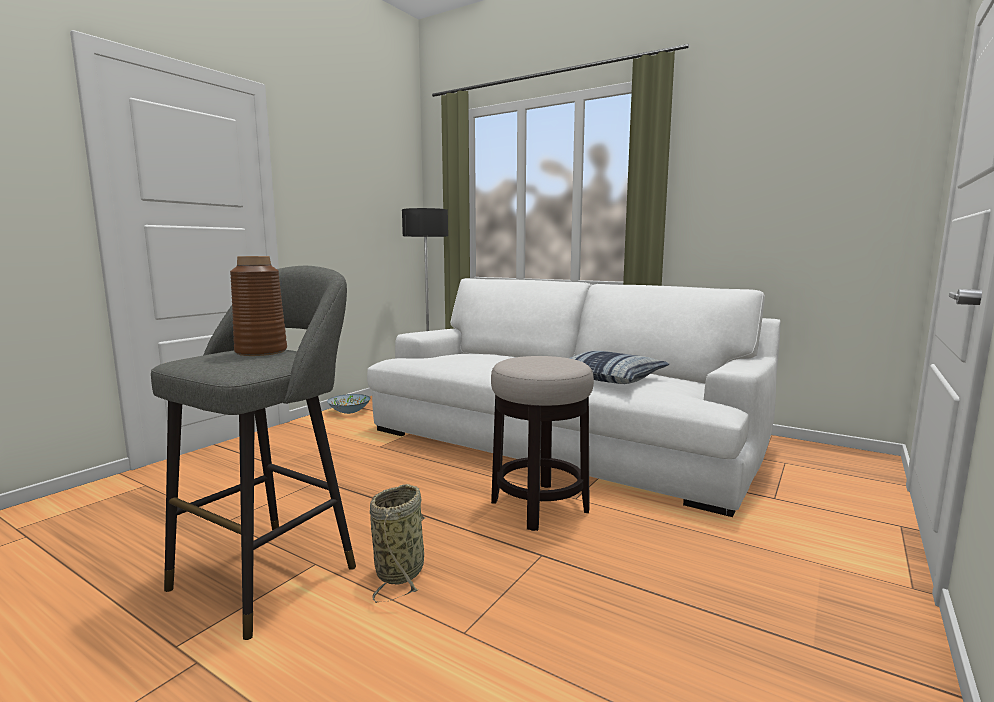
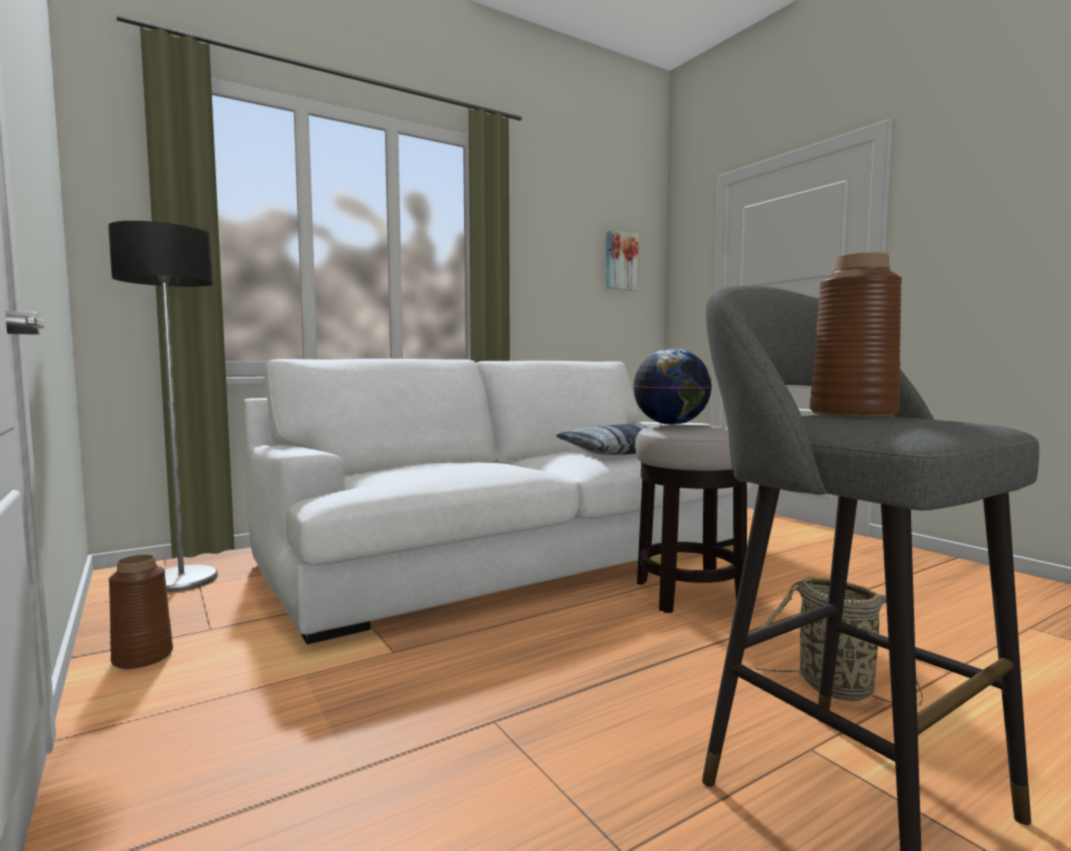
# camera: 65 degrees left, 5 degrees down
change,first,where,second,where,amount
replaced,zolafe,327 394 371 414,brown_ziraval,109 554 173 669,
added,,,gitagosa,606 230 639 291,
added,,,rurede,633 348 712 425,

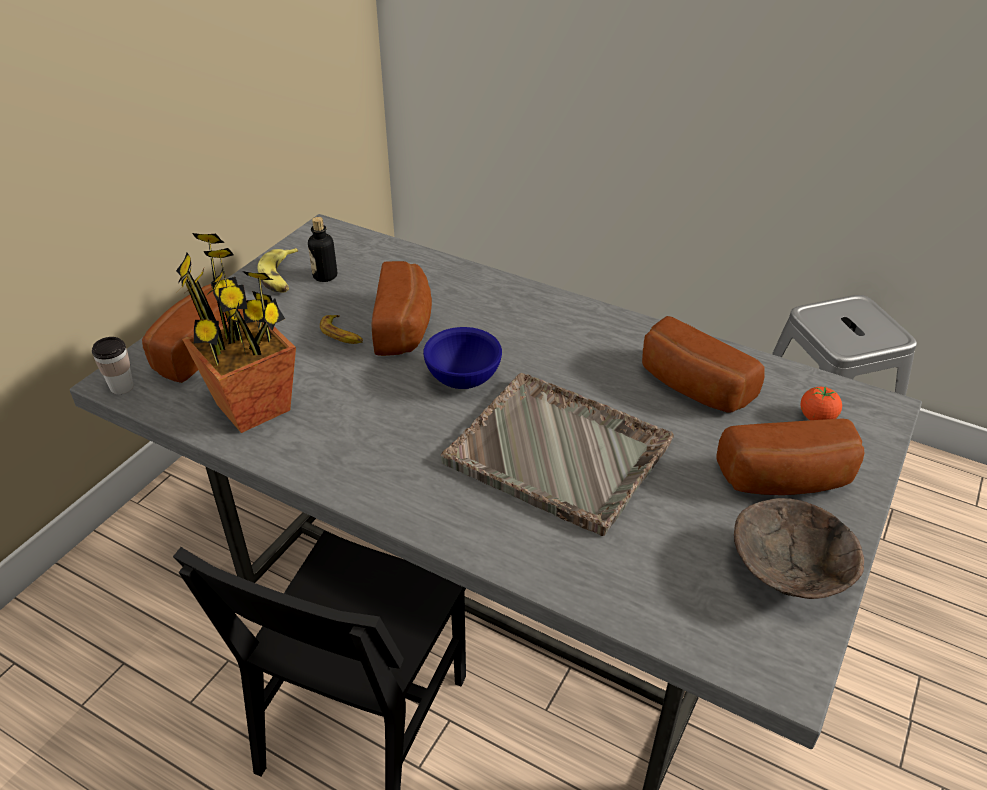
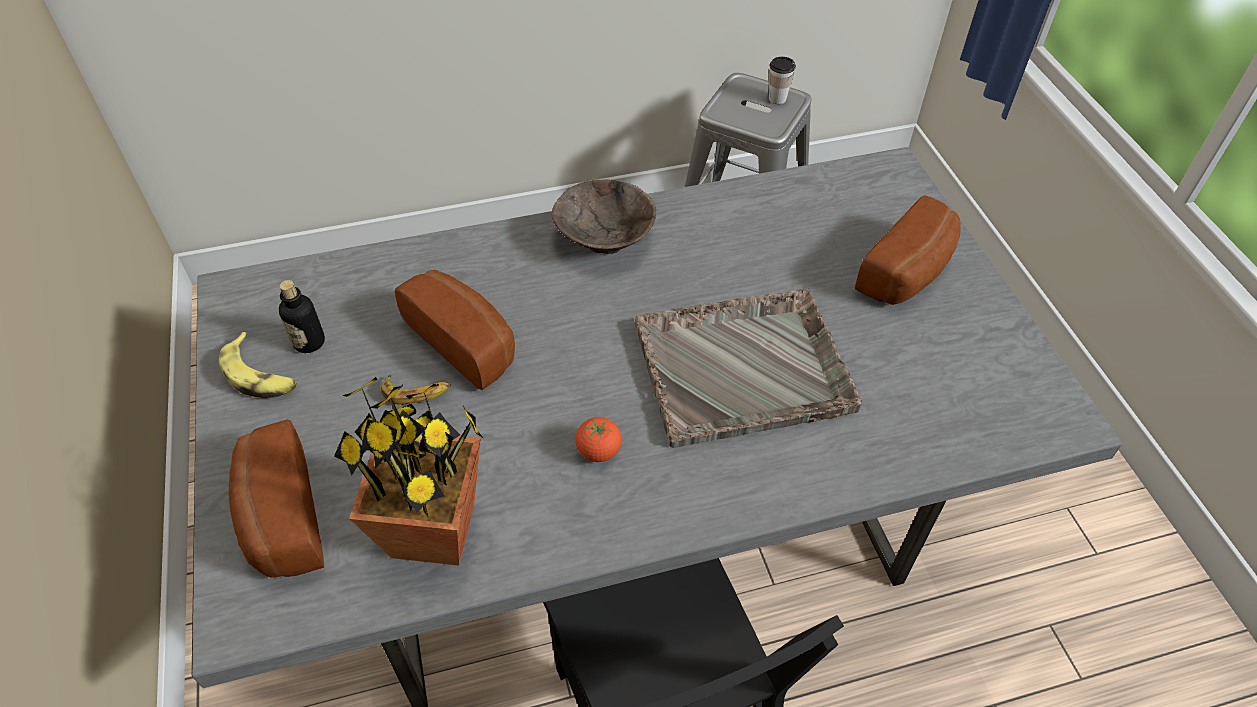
# camera: 45 degrees left, 10 degrees up
change,first,where,second,where,amount
moved,brown_zolafe,734 498 864 599,,552 179 656 254,
moved,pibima,800 387 842 420,,575 417 622 462,
moved,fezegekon,92 337 134 394,,769 57 796 104,
removed,blue_zolafe,423 327 502 389,,,
removed,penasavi,642 316 765 413,,,

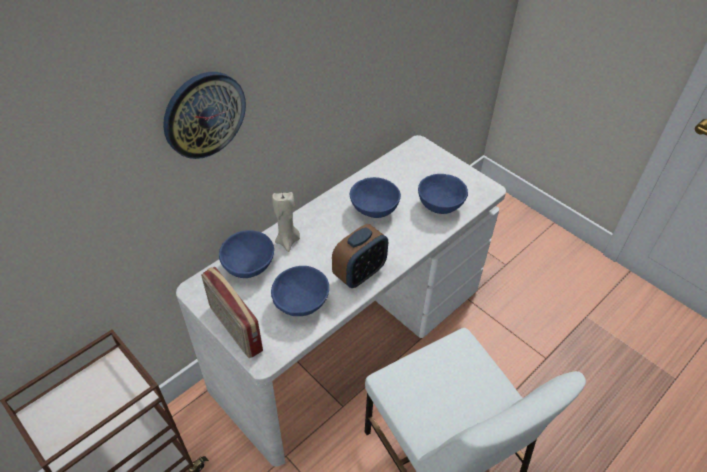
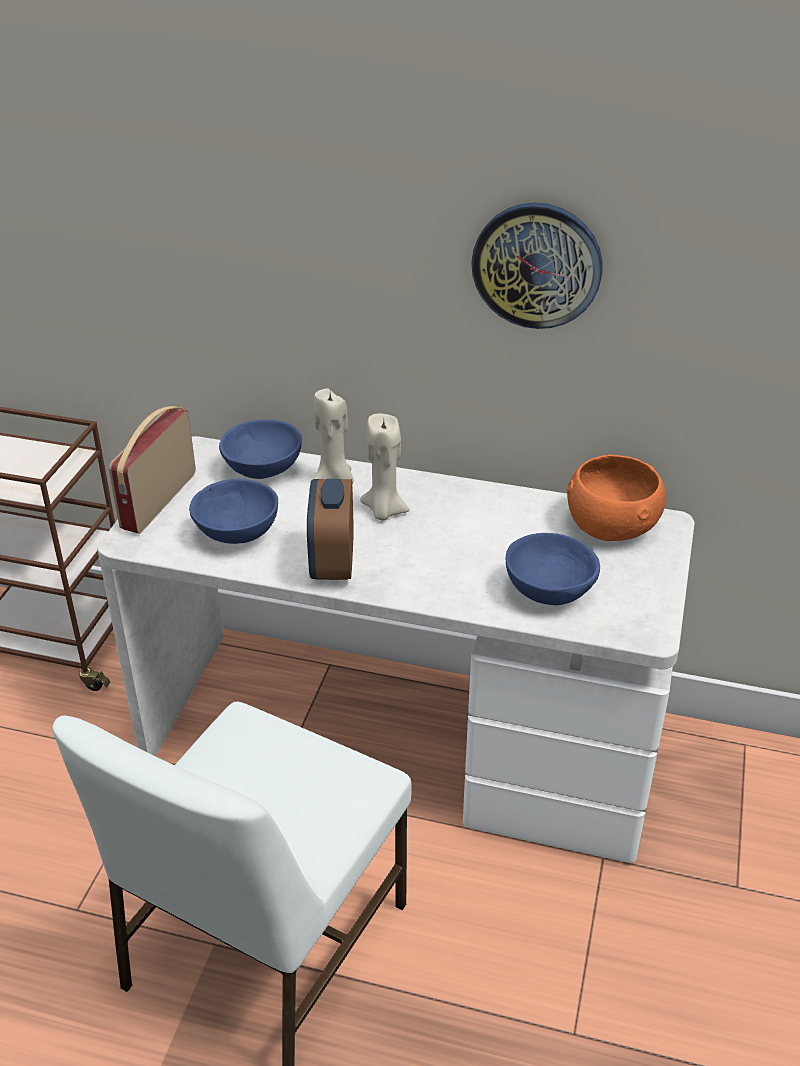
# camera: 60 degrees right, 10 degrees down
change,first,where,second,where,amount
turned,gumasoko,332 224 388 288,,307 479 353 580,75 degrees clockwise
added,,,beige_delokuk,360 413 410 521,
moved,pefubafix,163 72 246 159,,471 202 603 329,
added,,,orange_zolafe,567 455 666 541,
removed,blue_zolafe,349 177 401 218,,,

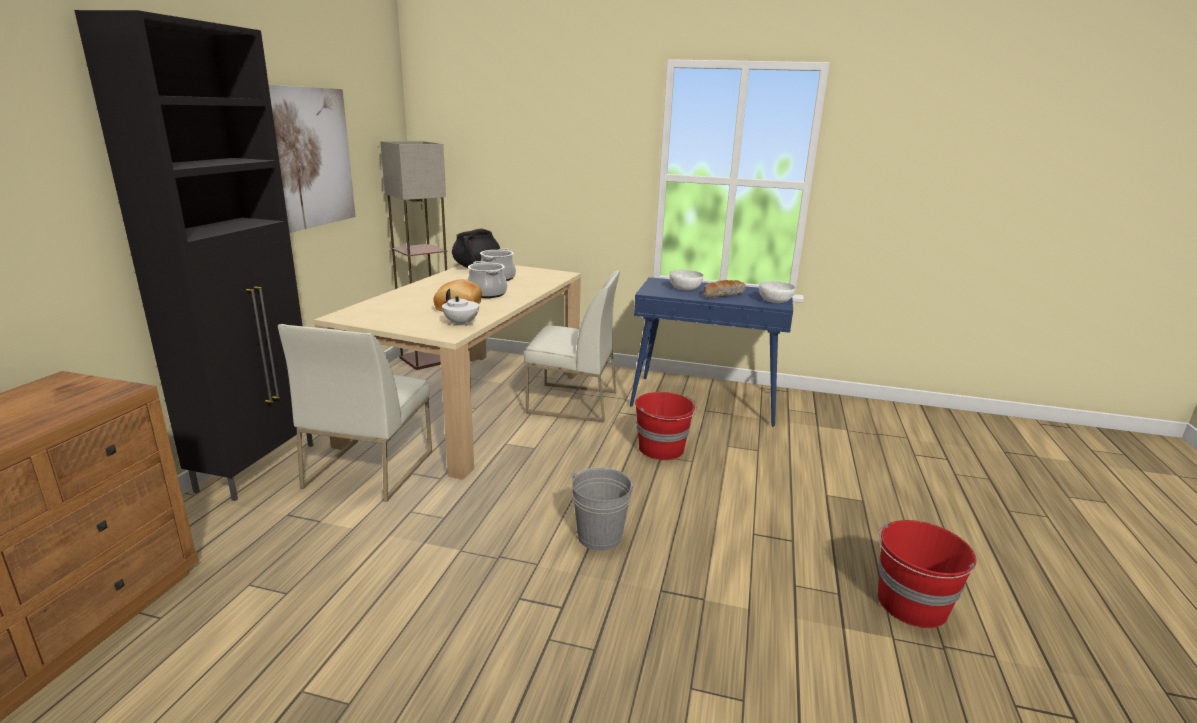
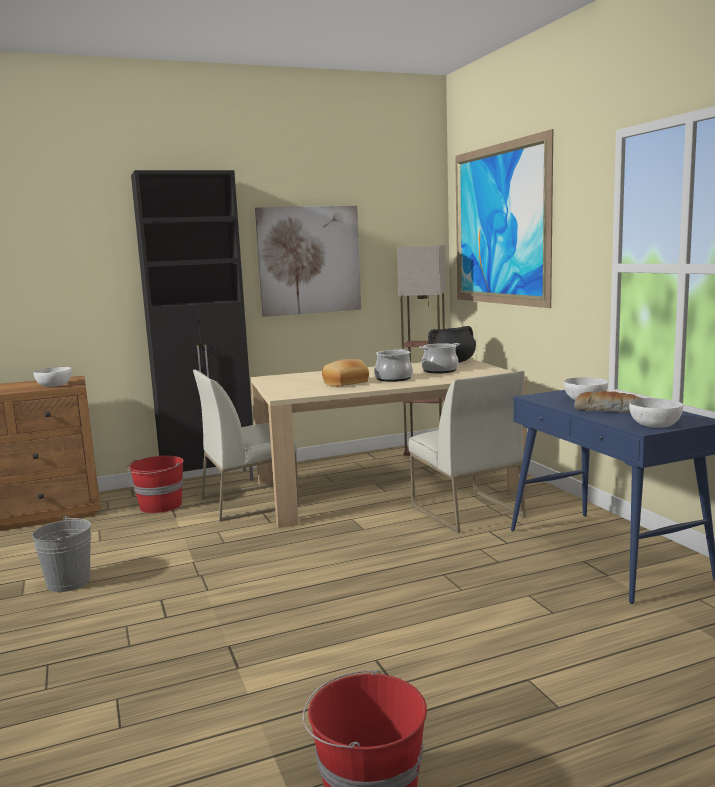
# camera: 55 degrees right, 10 degrees down
change,first,where,second,where,amount
moved,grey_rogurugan,571 467 636 551,,32 516 91 592,
added,,,white_zolafe,33 367 72 387,
moved,red_rogurugan,635 392 698 460,,127 456 184 513,
added,,,gitagosa,455 129 553 308,
removed,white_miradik,442 289 479 326,,,

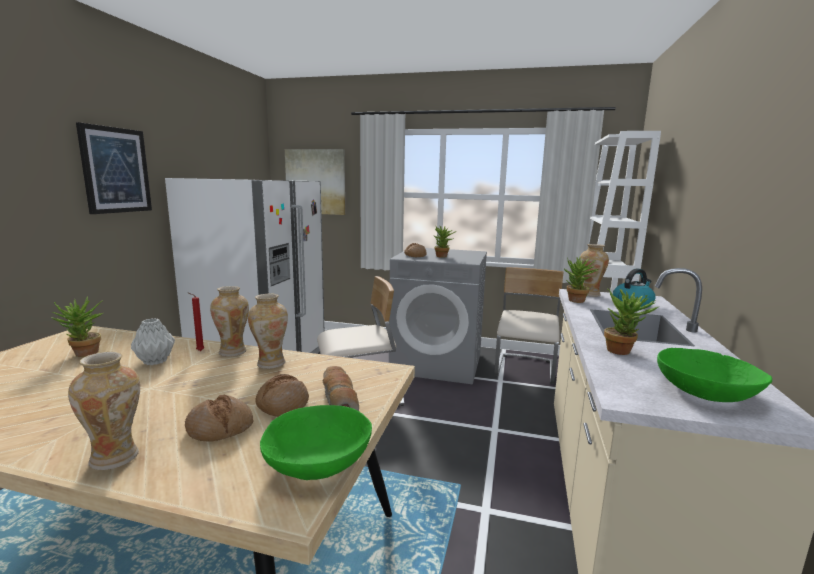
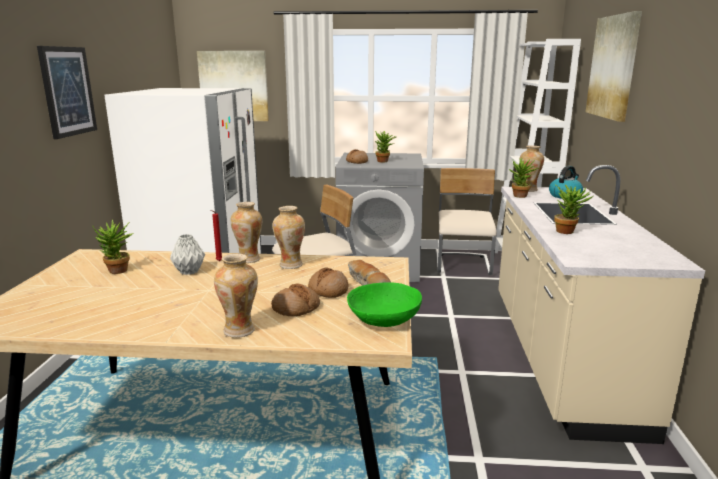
# camera: 10 degrees left, 5 degrees up
change,first,where,second,where,amount
added,,,gitagosa,586 11 642 122,
removed,green_zolafe,657 348 772 402,,,

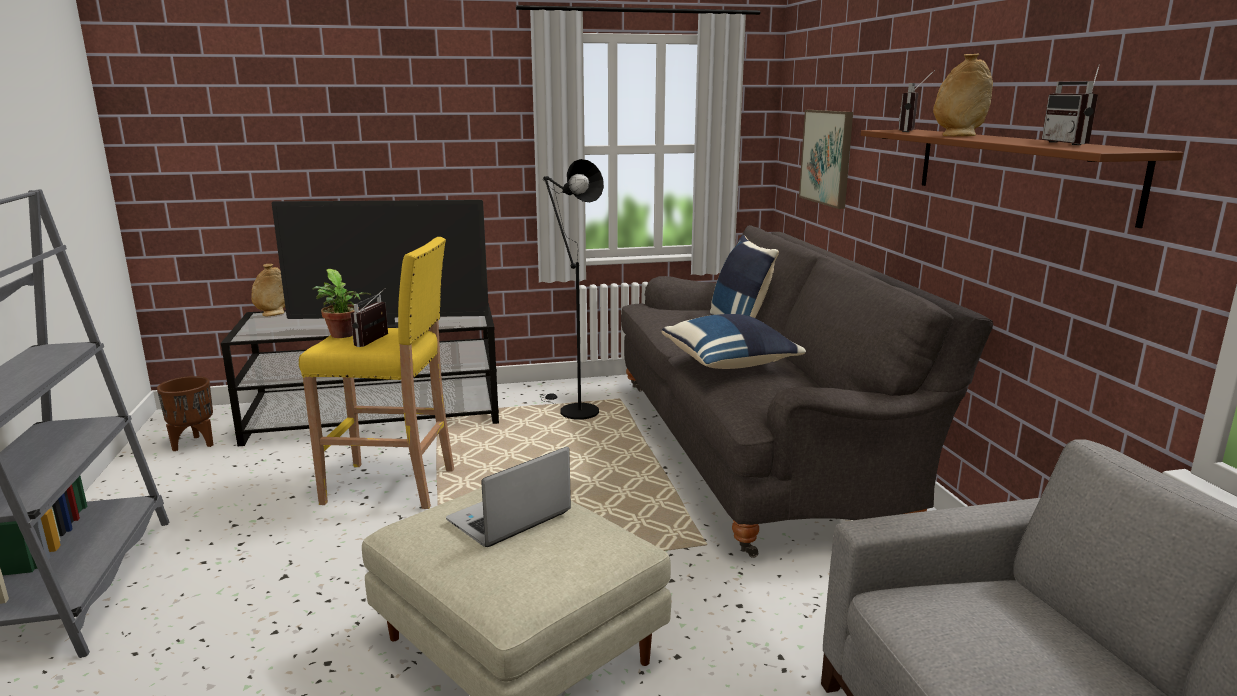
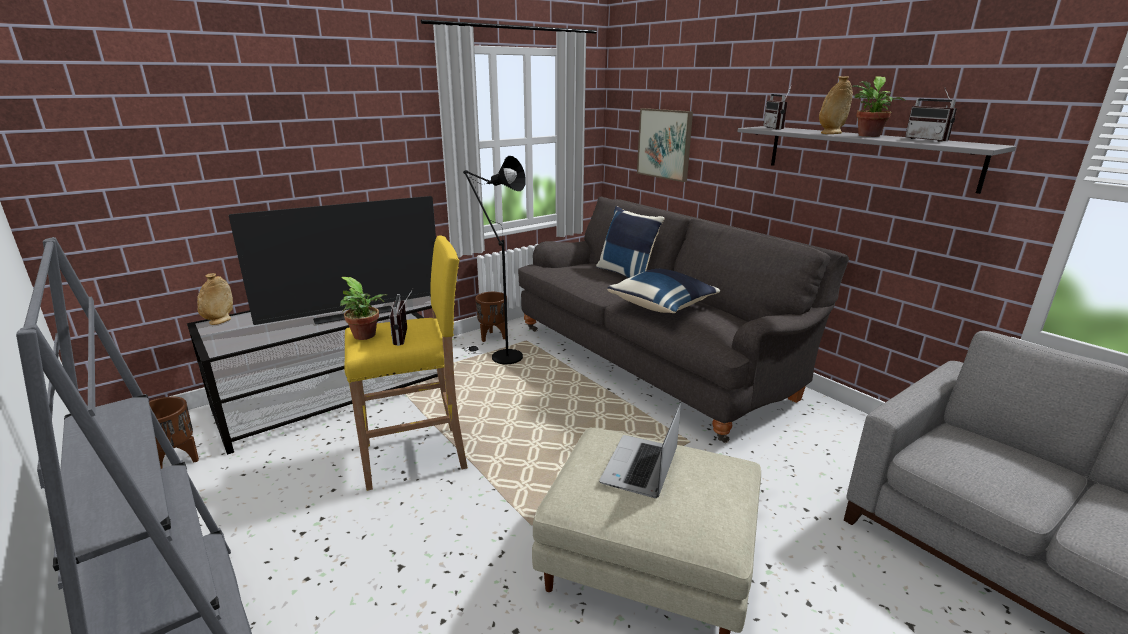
# camera: 25 degrees left, 5 degrees up
change,first,where,second,where,amount
added,,,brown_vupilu,475 292 507 342,
recoloured,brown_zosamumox,861 130 1183 228,grey_zosamumox,737 126 1016 194,
added,,,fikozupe,852 76 906 137,

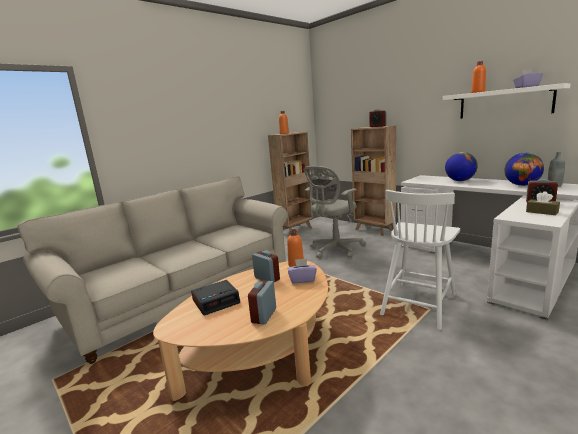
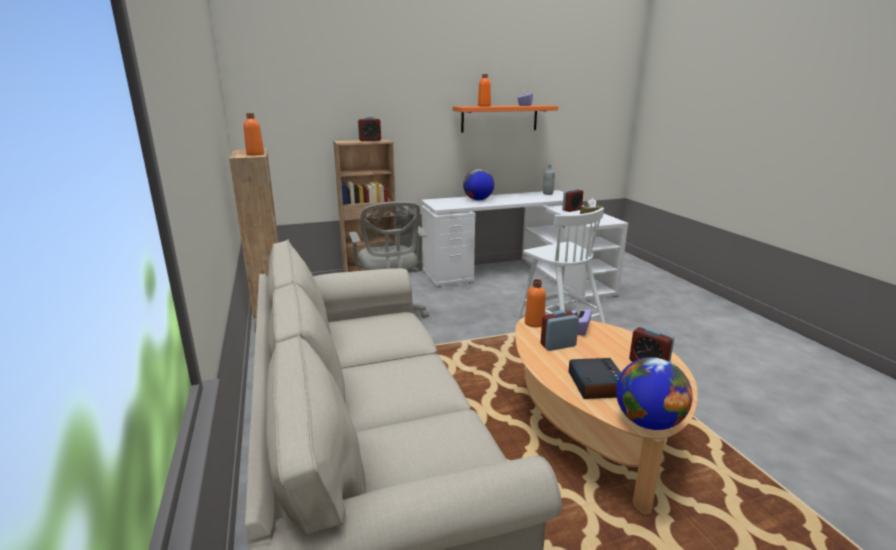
# camera: 65 degrees left, 5 degrees up
change,first,where,second,where,amount
recoloured,white_zosamumox,443 83 571 119,orange_zosamumox,453 105 558 132,
moved,rurede,504 153 544 186,,616 357 693 430,

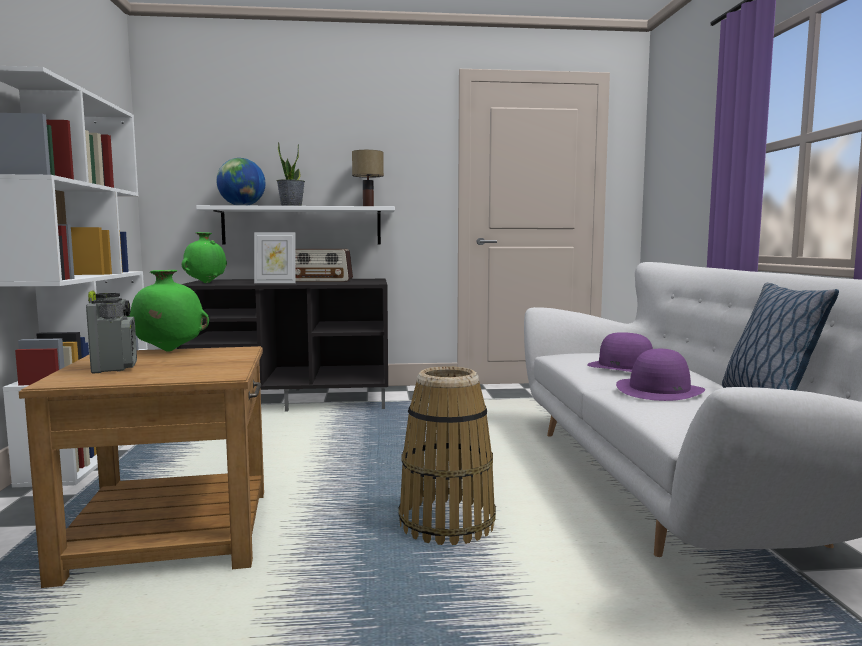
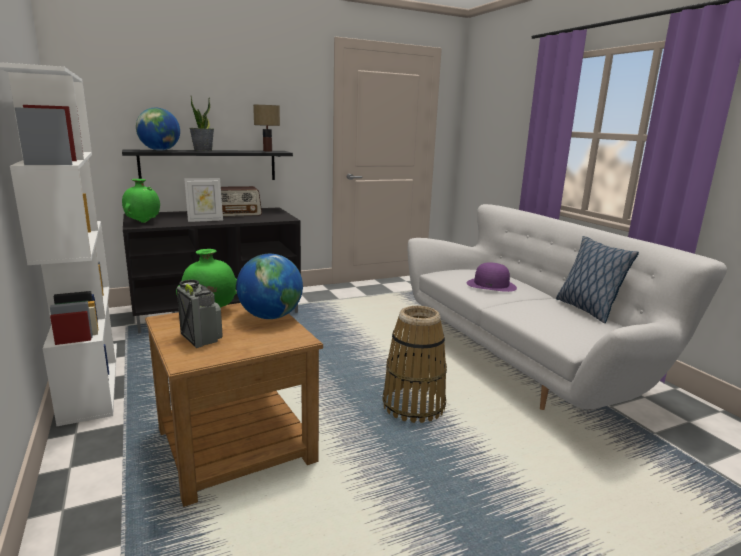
# camera: 20 degrees left, 10 degrees up
change,first,where,second,where,amount
recoloured,white_zosamumox,196 205 395 245,black_zosamumox,122 149 293 180,
added,,,rurede,236 254 303 319,
removed,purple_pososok,616 349 705 401,,,

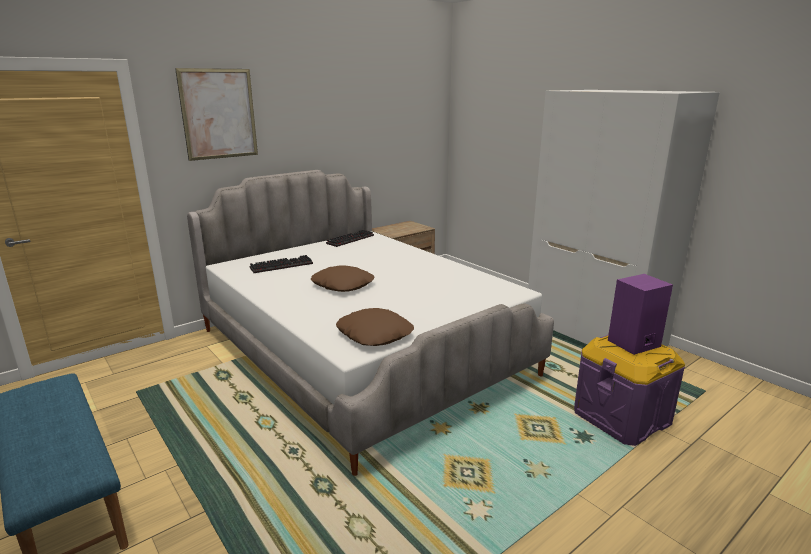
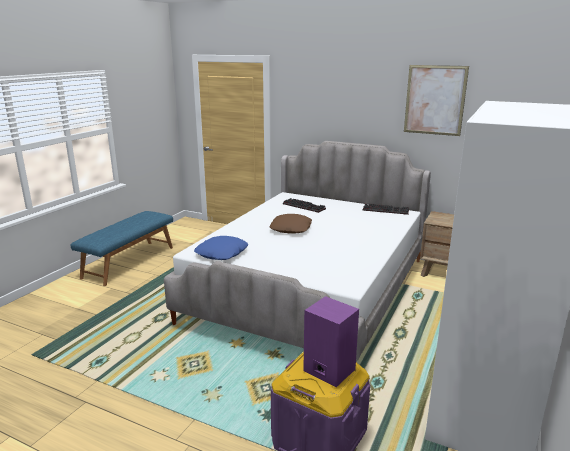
# camera: 65 degrees right, 0 degrees up
change,first,where,second,where,amount
recoloured,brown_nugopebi,336 308 414 346,blue_nugopebi,194 236 248 260,
moved,gitagosa,175 68 258 161,,404 65 469 136,

